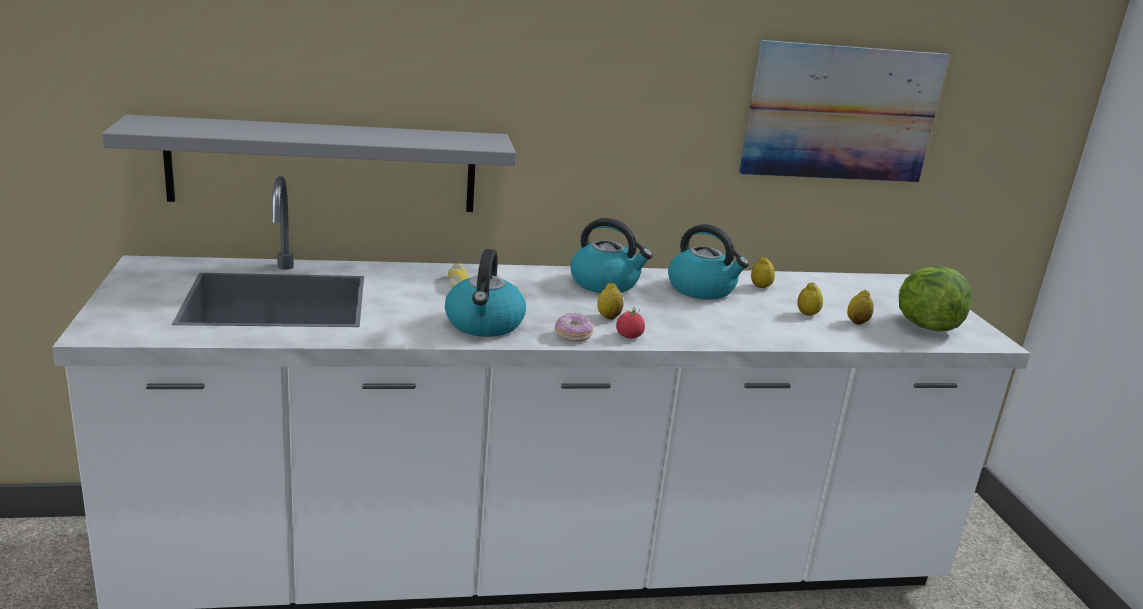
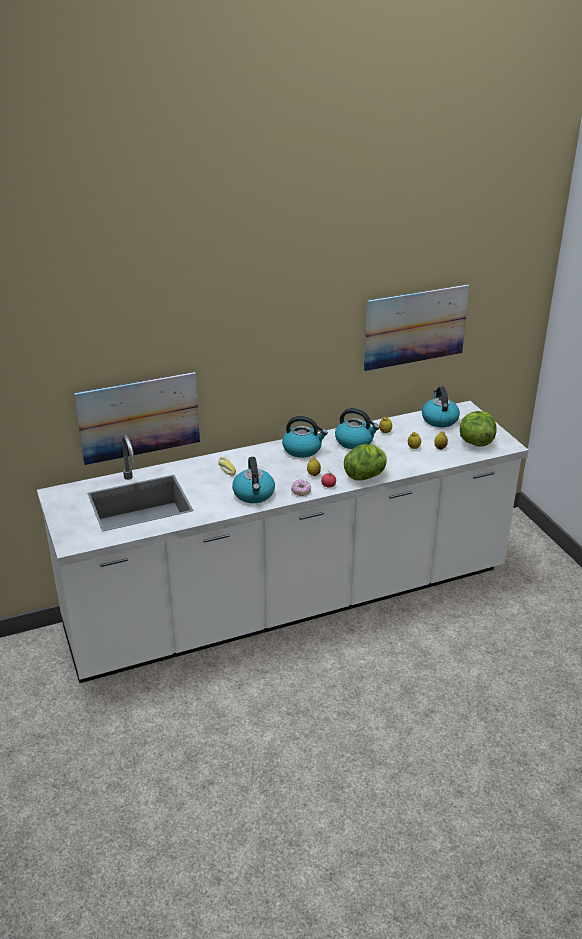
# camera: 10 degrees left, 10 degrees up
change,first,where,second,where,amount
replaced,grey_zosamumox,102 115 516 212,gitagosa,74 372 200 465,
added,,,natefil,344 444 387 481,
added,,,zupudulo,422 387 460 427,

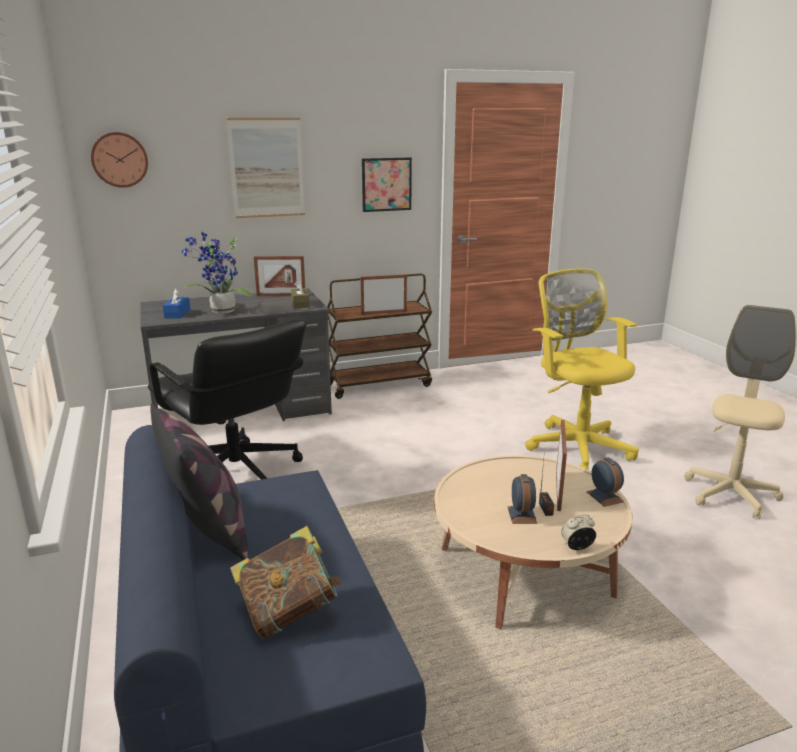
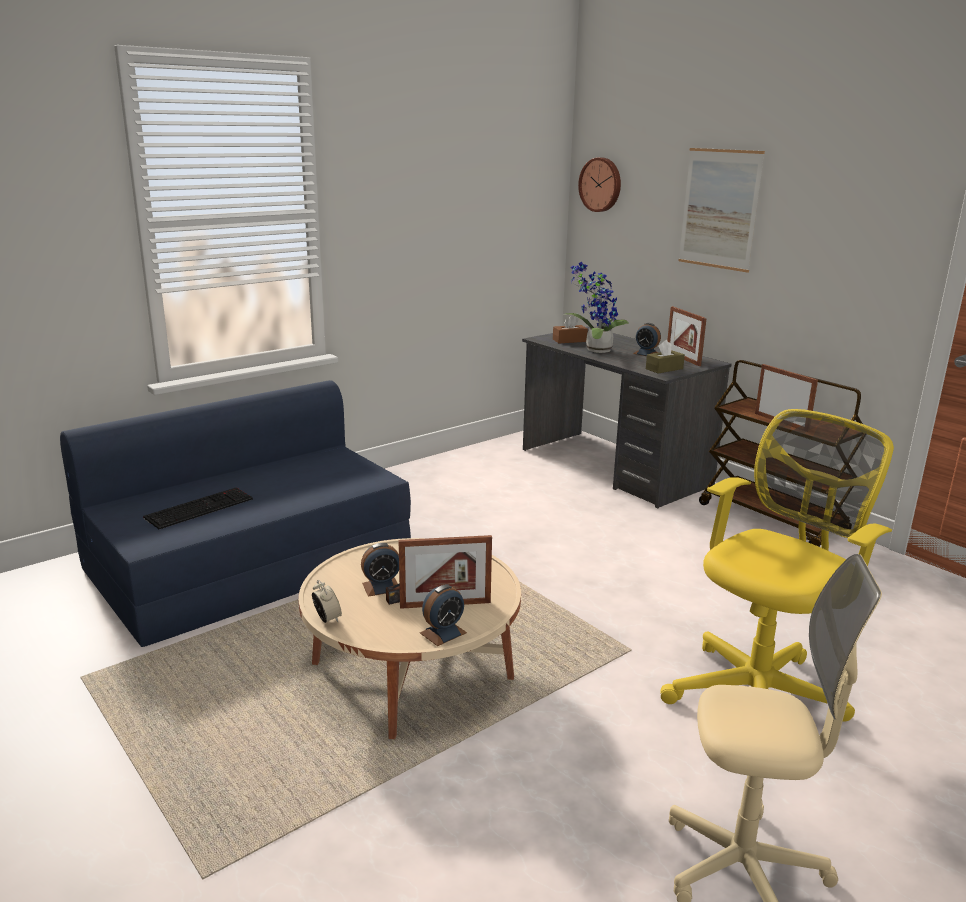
# camera: 70 degrees right, 0 degrees up
change,first,where,second,where,amount
replaced,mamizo,230 526 343 639,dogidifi,143 488 253 529,
recoloured,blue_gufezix,163 289 190 319,brown_gufezix,553 315 588 343,
added,,,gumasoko,633 323 661 356,
removed,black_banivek,148 319 306 479,,,
removed,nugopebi,151 403 248 560,,,
removed,gitagosa,362 158 412 212,,,

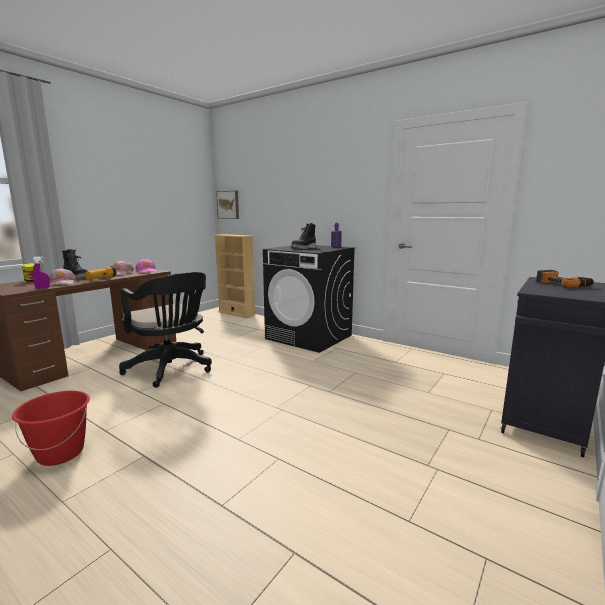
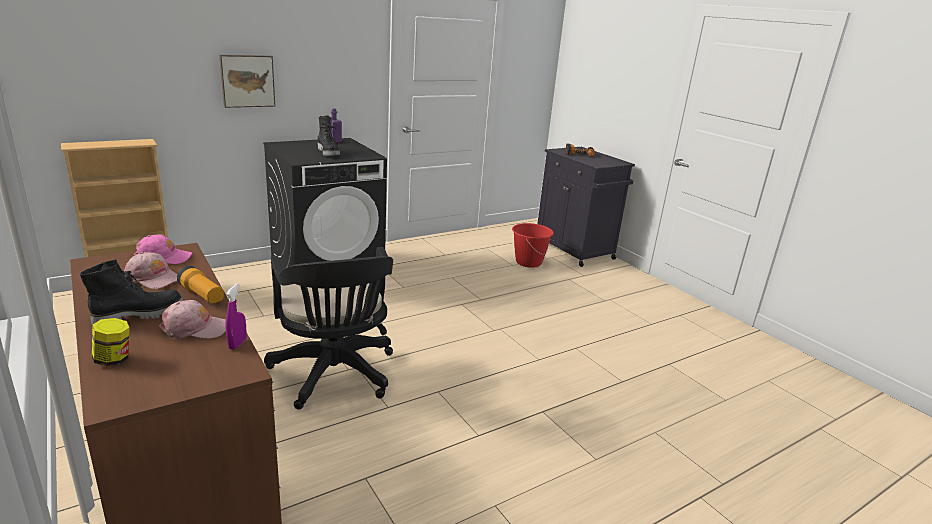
# camera: 70 degrees left, 10 degrees up
change,first,where,second,where,amount
moved,gitagosa,216 191 239 219,,219 54 275 108,
turned,black_banivek,119 272 212 388,,264 247 393 410,90 degrees clockwise
moved,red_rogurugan,12 391 90 466,,512 223 554 268,

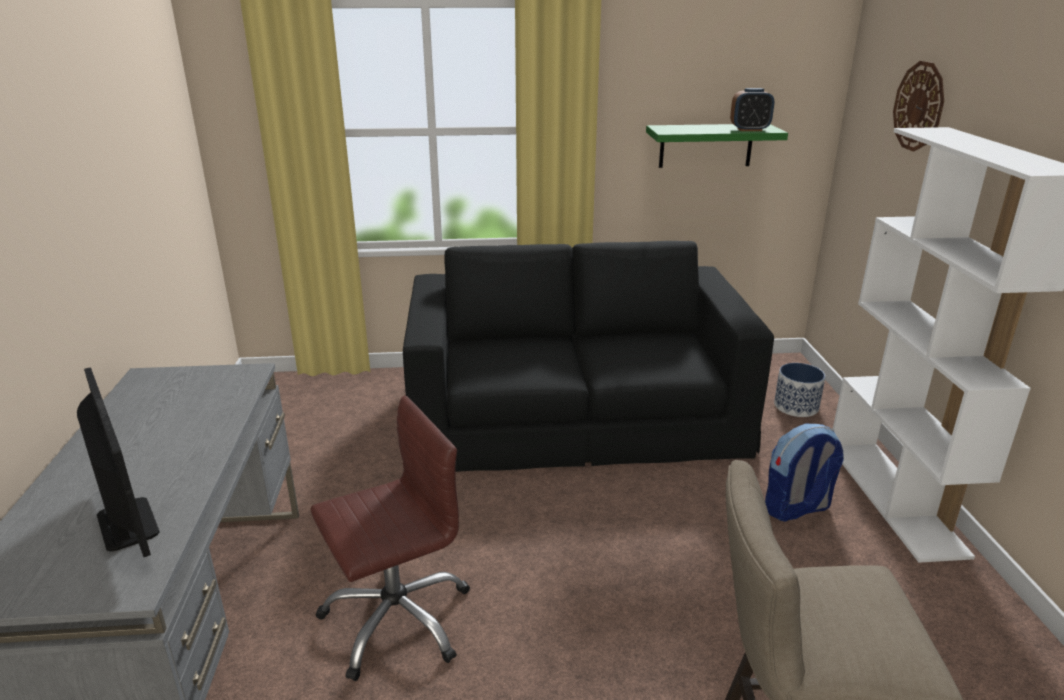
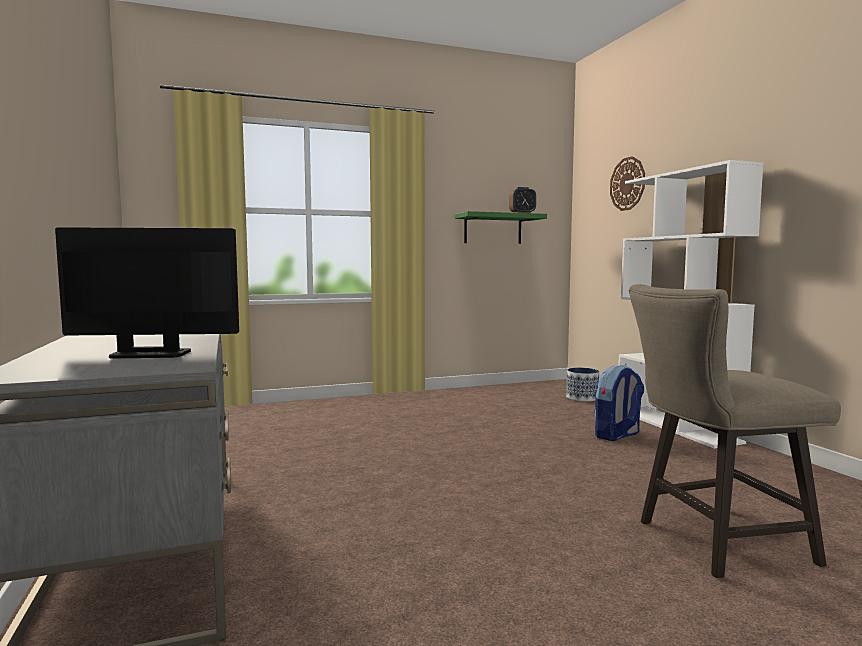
# camera: 15 degrees left, 20 degrees down
change,first,where,second,where,amount
turned,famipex,77 367 160 557,,55 227 239 358,45 degrees counterclockwise
removed,brown_banivek,310 395 470 681,,,
removed,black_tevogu,403 241 774 472,,,

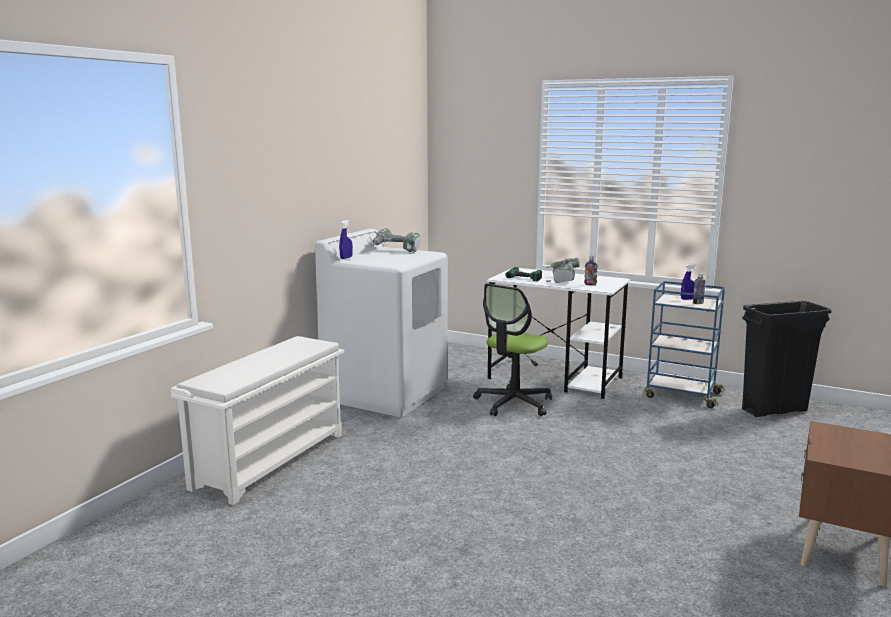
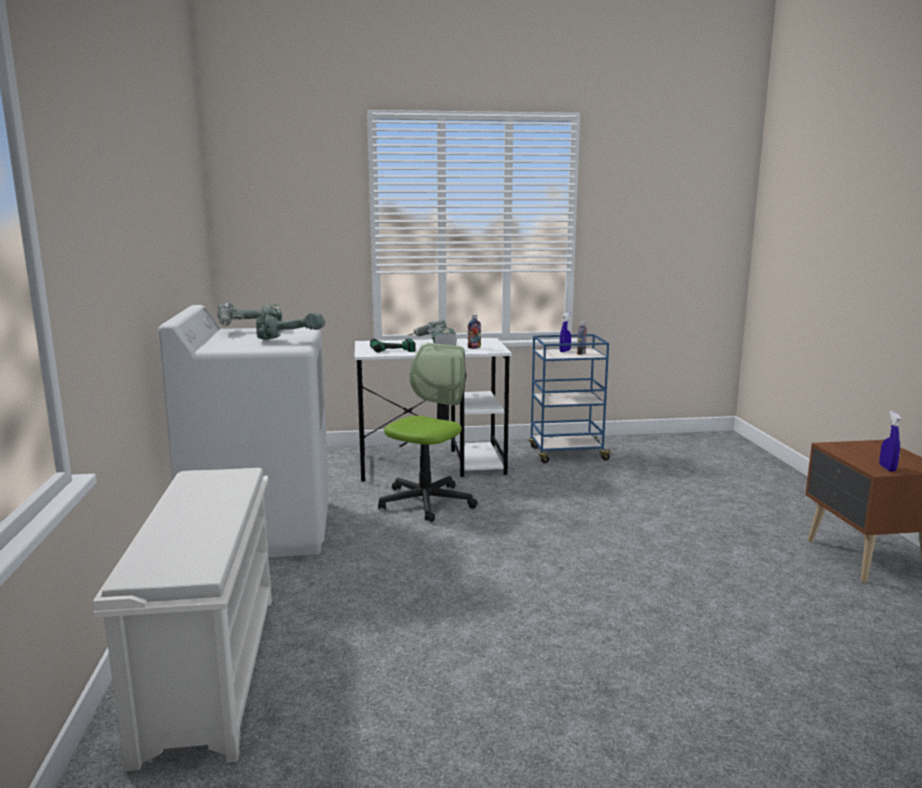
# camera: 35 degrees left, 0 degrees up
change,first,where,second,where,amount
added,,,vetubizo,256 313 325 339,
turned,banivek,473 283 552 416,,378 343 478 522,150 degrees counterclockwise
moved,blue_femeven,339 220 353 259,,880 411 901 472,
removed,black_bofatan,742 301 832 417,,,

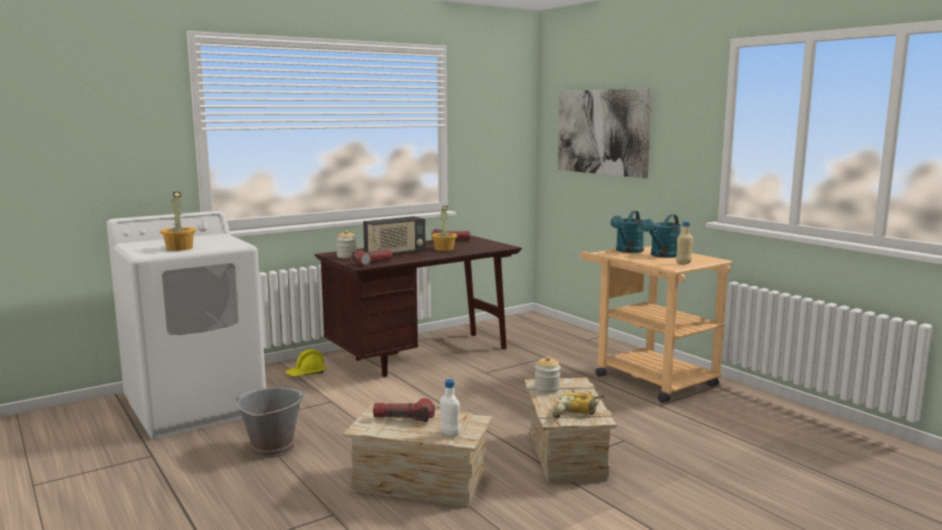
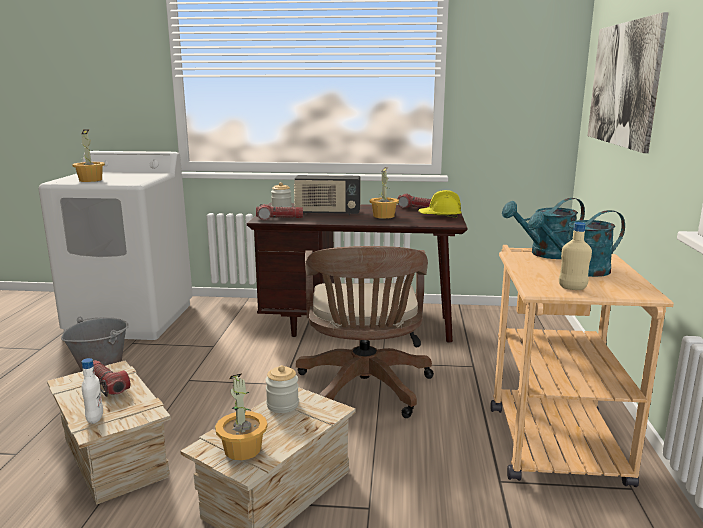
# camera: 40 degrees right, 5 degrees up
change,first,where,second,where,amount
replaced,vetubizo,553 393 605 418,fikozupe,215 374 268 460,
added,,,brown_banivek,296 246 434 418,
moved,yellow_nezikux,285 349 326 376,,418 190 462 218,

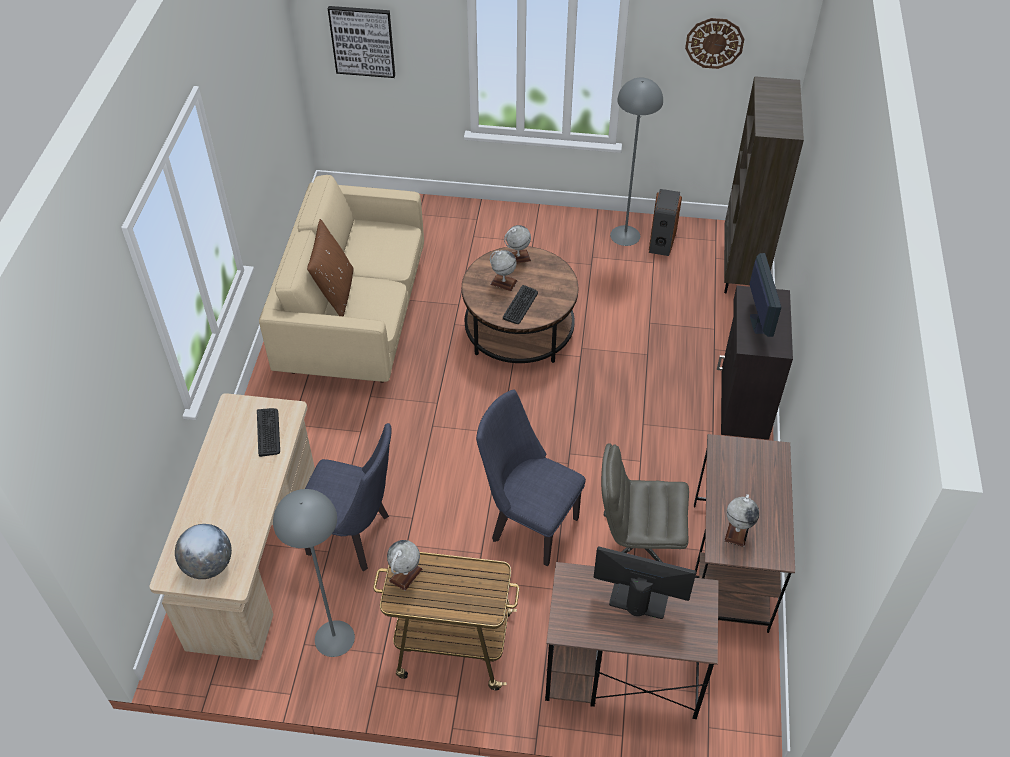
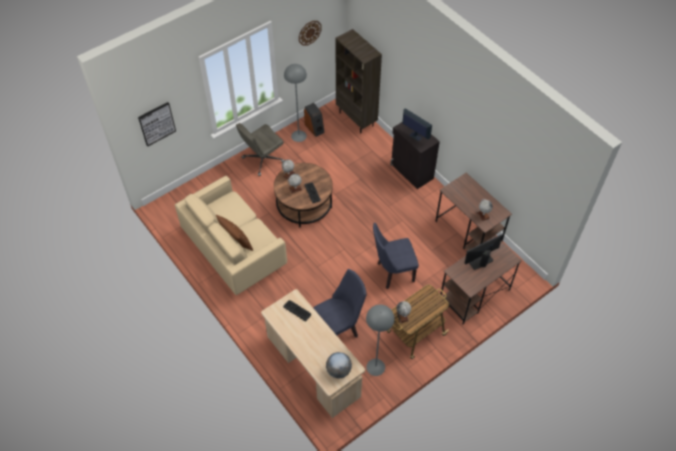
# camera: 45 degrees left, 5 degrees up
change,first,where,second,where,amount
moved,grey_banivek,601 444 689 562,,236 123 284 176,

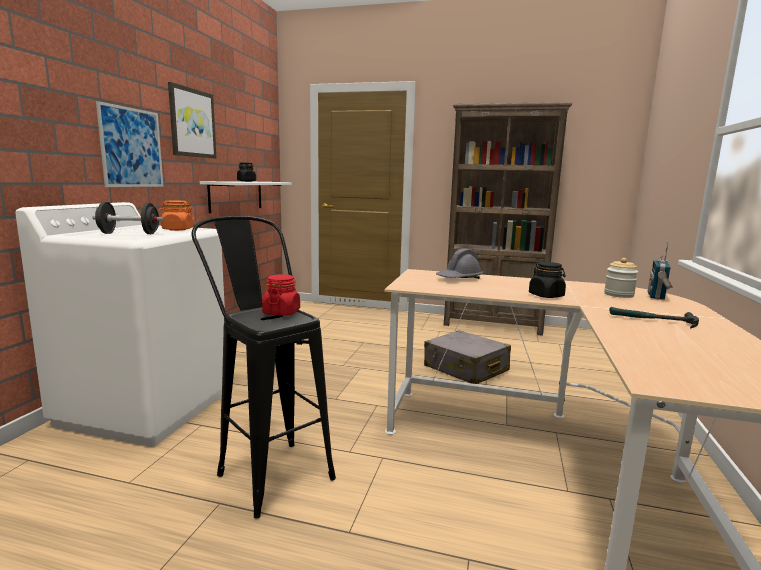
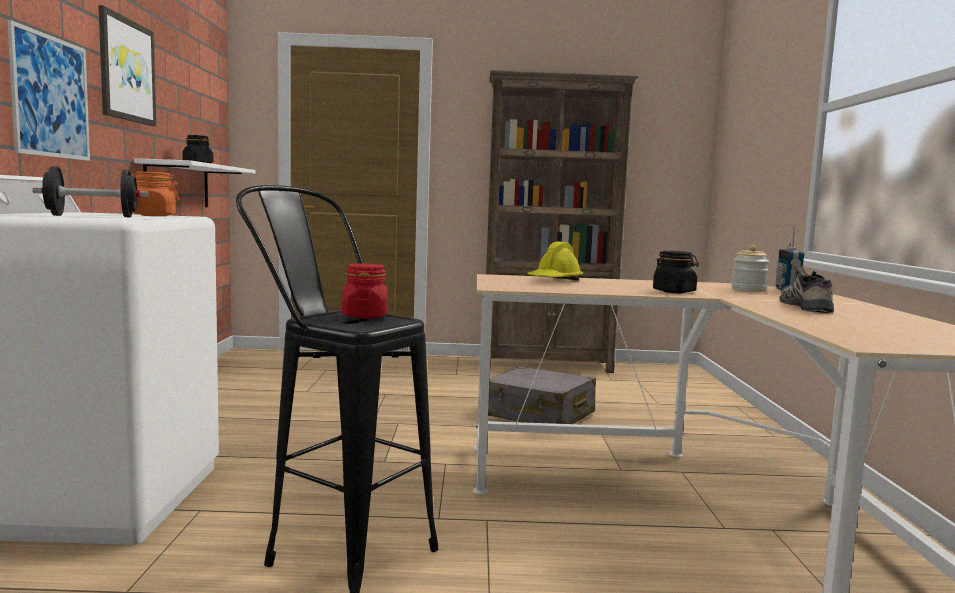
# camera: 15 degrees left, 5 degrees down
change,first,where,second,where,amount
recoloured,grey_nezikux,436 248 484 279,yellow_nezikux,527 242 583 281,
replaced,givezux,609 307 699 328,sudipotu,780 271 834 313,

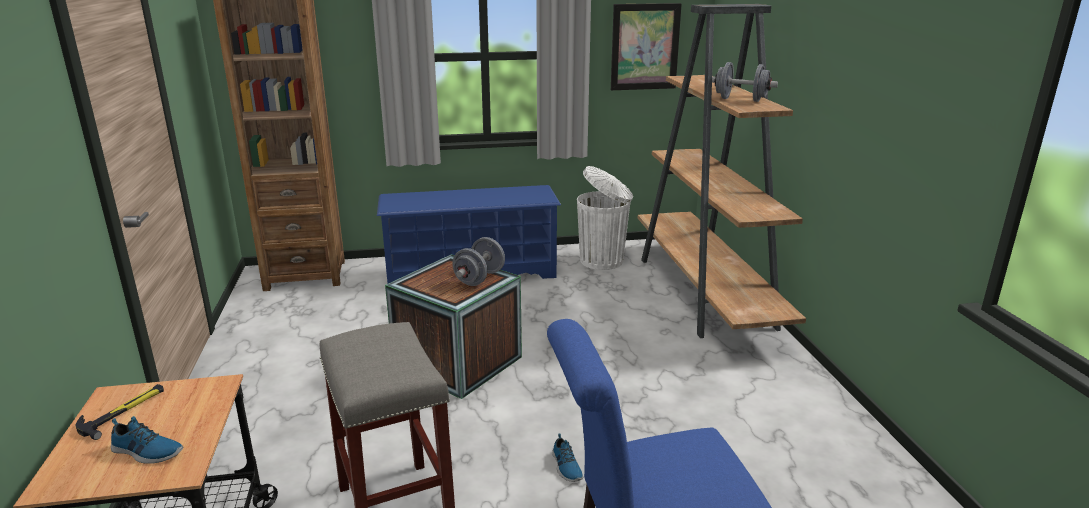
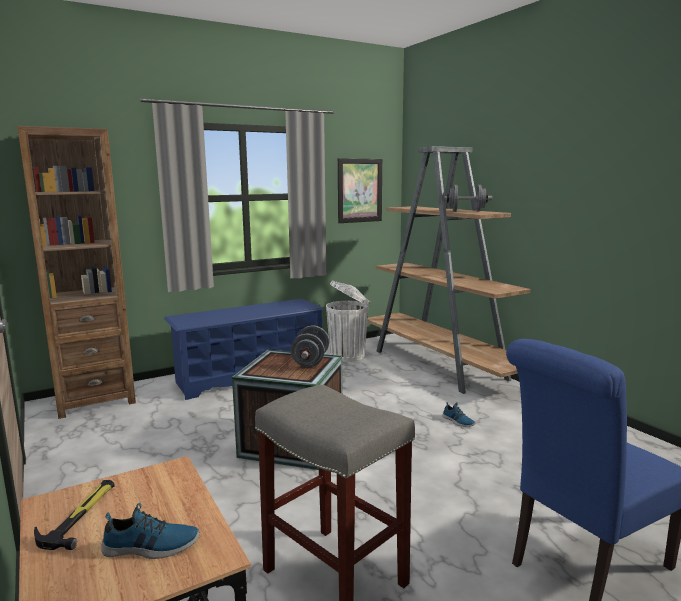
# camera: 20 degrees left, 10 degrees down
change,first,where,second,where,amount
moved,sudipotu,552 434 583 482,,442 402 476 427,

